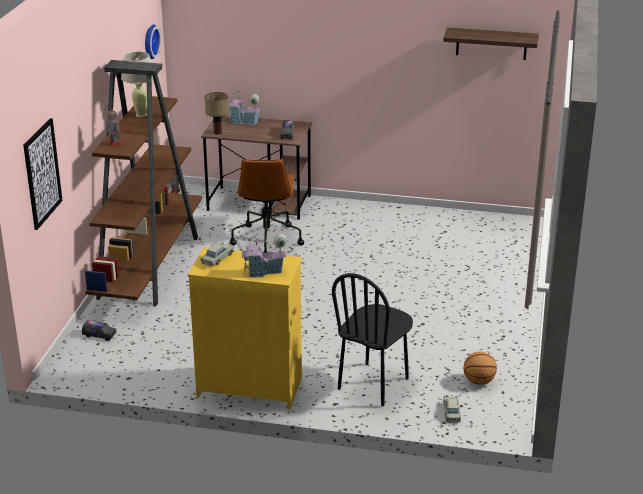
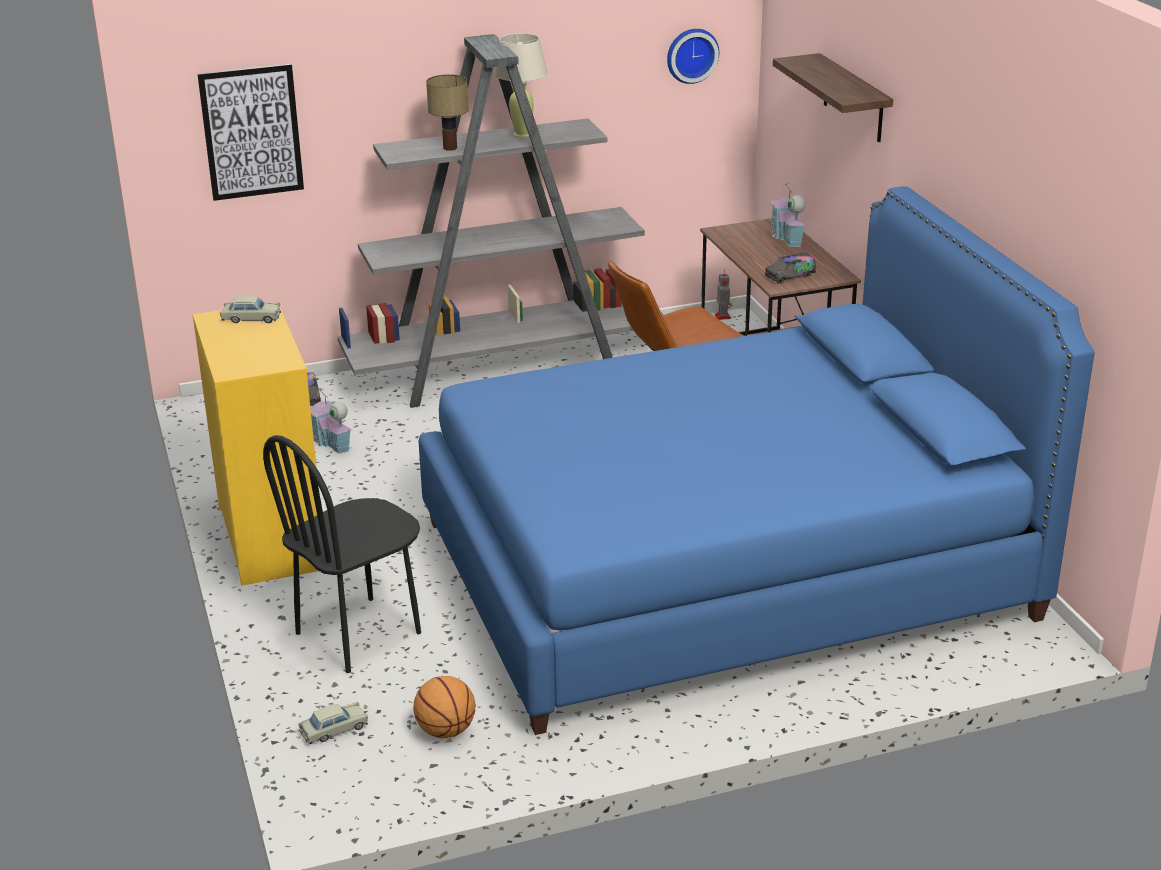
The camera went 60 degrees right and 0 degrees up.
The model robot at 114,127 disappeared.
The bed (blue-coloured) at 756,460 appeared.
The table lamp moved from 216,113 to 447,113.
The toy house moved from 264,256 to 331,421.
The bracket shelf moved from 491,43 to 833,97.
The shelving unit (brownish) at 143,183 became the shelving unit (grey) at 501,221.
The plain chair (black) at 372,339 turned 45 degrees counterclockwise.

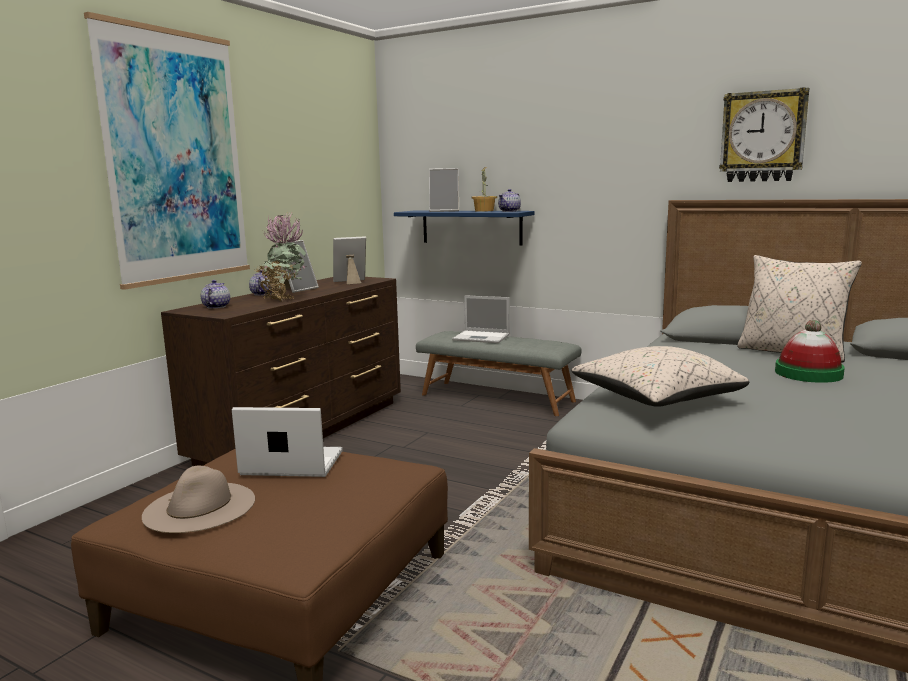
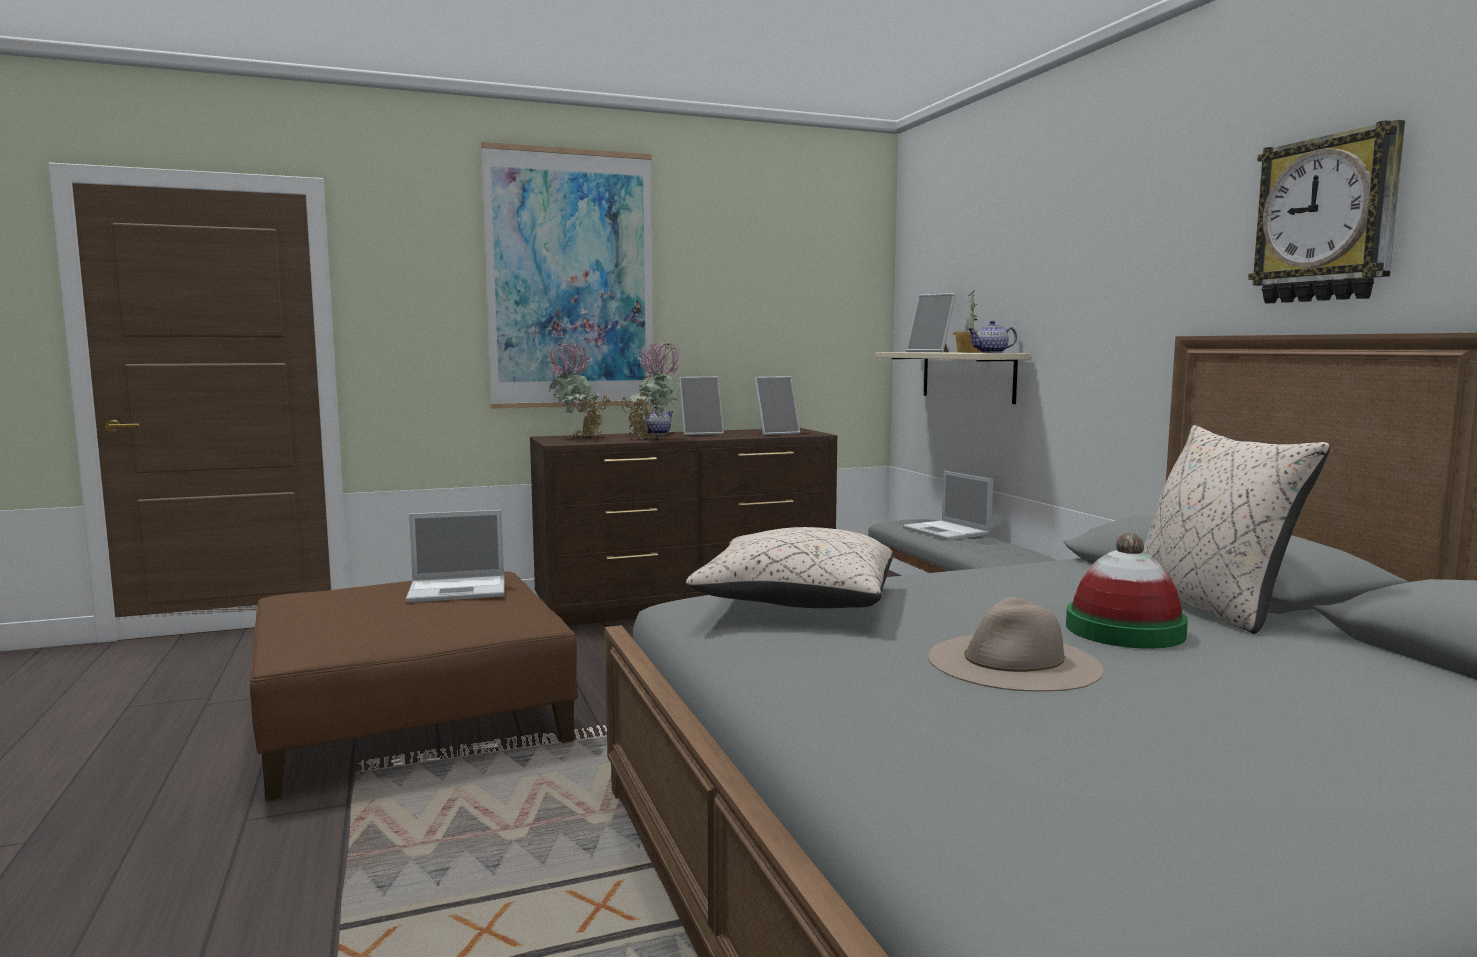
The camera went 40 degrees right and 5 degrees down.
The clothing hat (sand-coloured) moved from 198,499 to 1016,644.
The pot for tea at 215,294 was replaced by the houseplant at 579,388.
The bracket shelf (blue-coloured) at 464,228 became the bracket shelf (sand-coloured) at 952,378.
The laptop at 287,442 turned 120 degrees clockwise.
The picture frame at 349,260 turned 135 degrees clockwise.

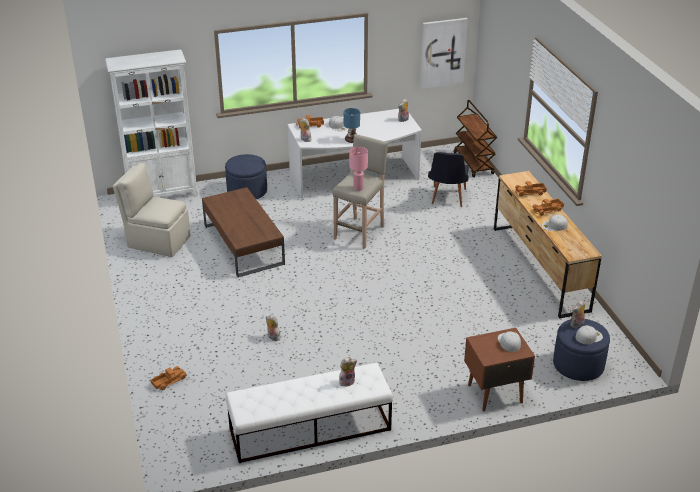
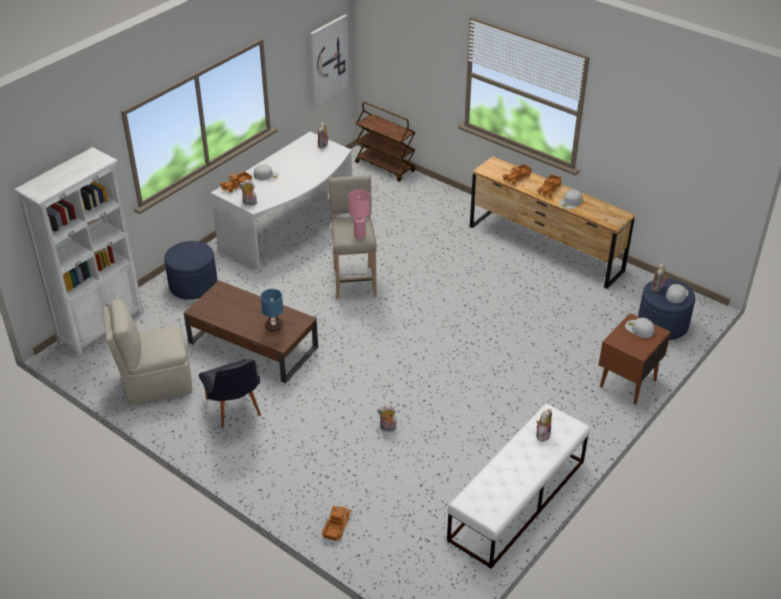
The camera went 35 degrees left and 5 degrees up.
The table lamp moved from 352,125 to 272,310.
The plain chair (black) moved from 448,179 to 230,393.

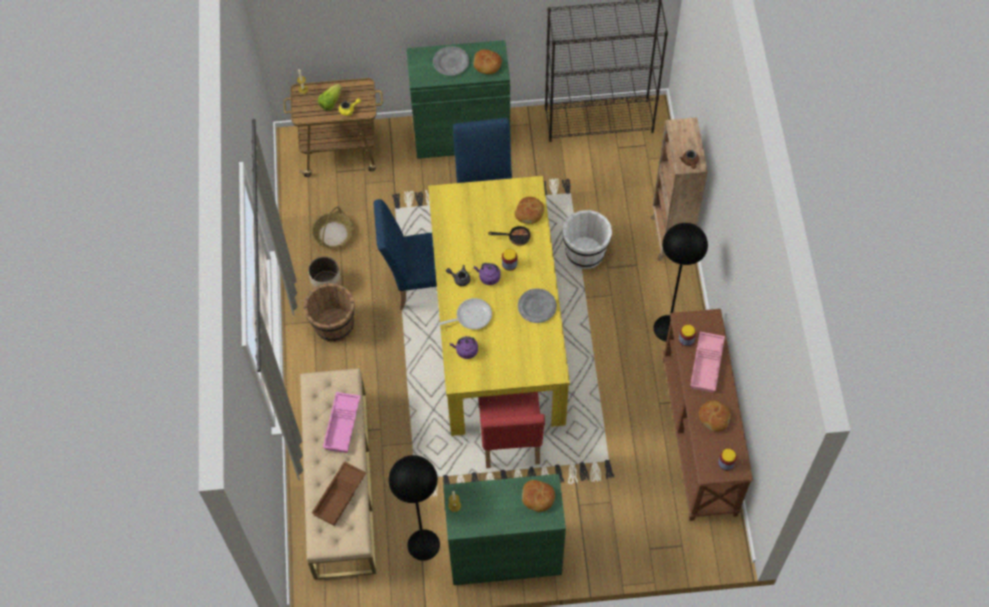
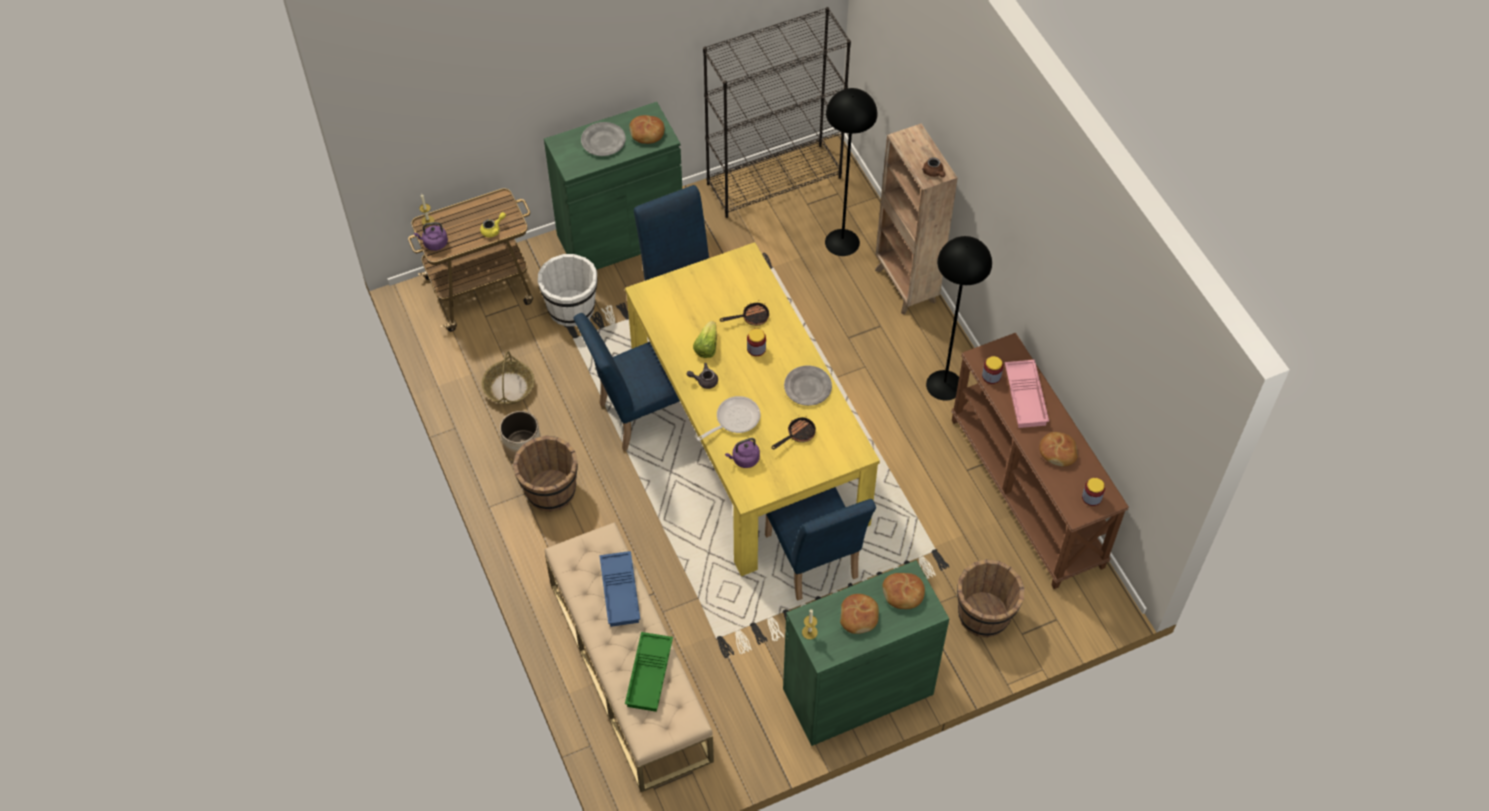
The camera went 20 degrees left and 5 degrees down.
The skillet at 794,432 appeared.
The pail (brownish) at 990,598 appeared.
The lettuce head moved from 330,97 to 705,339.
The floor lamp (black) moved from 414,508 to 851,172.
The tea kettle (purple-coloured) moved from 487,274 to 431,236.
The bakery bread moved from 529,210 to 859,614.
The pail (whitish) moved from 587,239 to 568,290.
The carrying tray (brownish) at 339,493 became the carrying tray (green-coloured) at 649,672.
The carrying tray (pink) at 341,422 became the carrying tray (blue-coloured) at 619,589.
The plain chair (red-coloured) at 512,430 became the plain chair (blue-coloured) at 820,544.

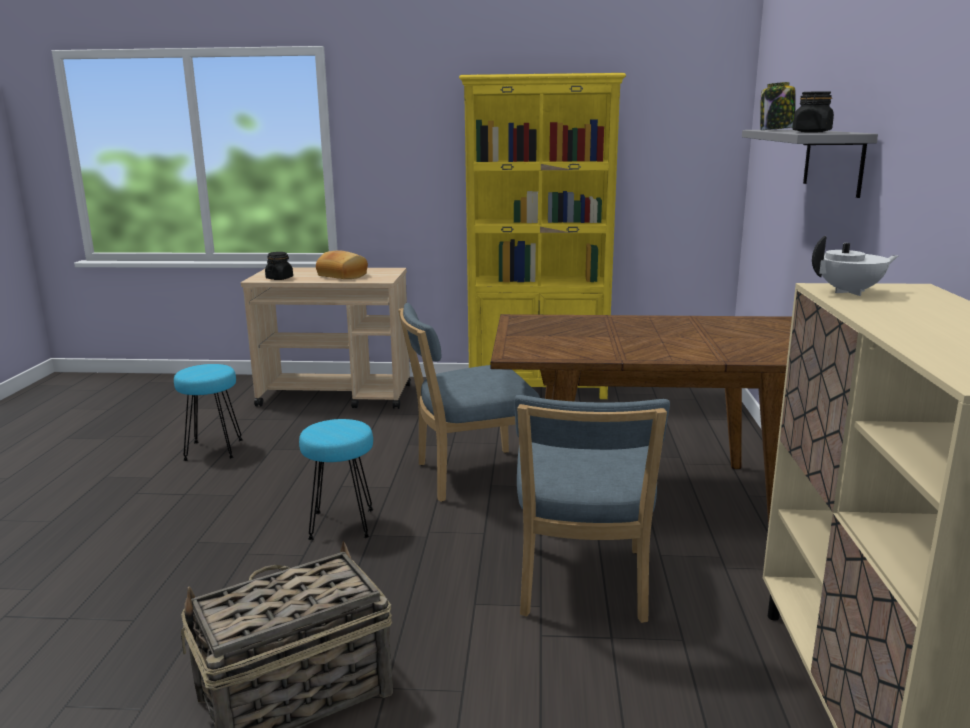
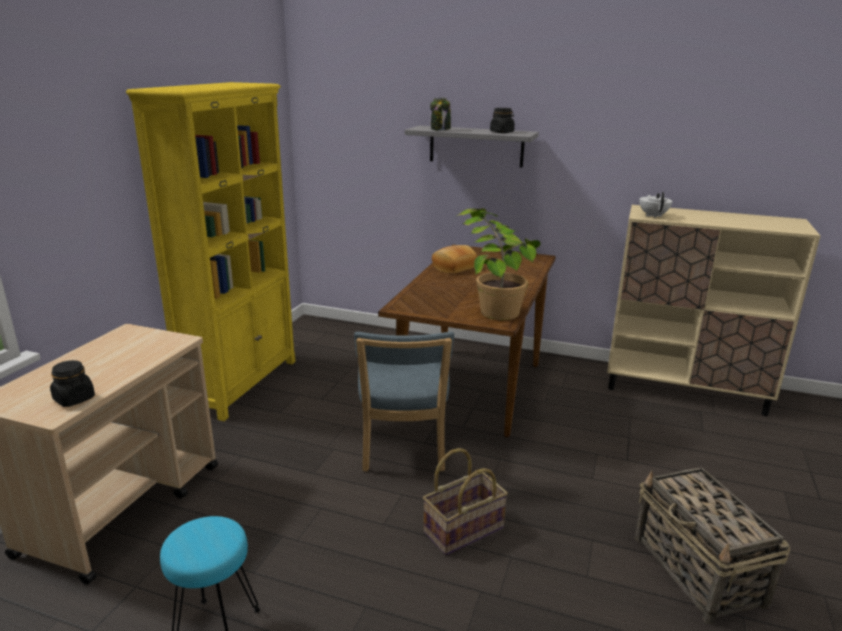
The camera went 75 degrees left and 5 degrees up.
The plain chair (blue-coloured) at 592,509 disappeared.
The houseplant at 499,264 appeared.
The bakery bread moved from 342,264 to 454,259.
The stool seat (turquoise-coloured) at 336,479 was replaced by the storage basket at 465,501.

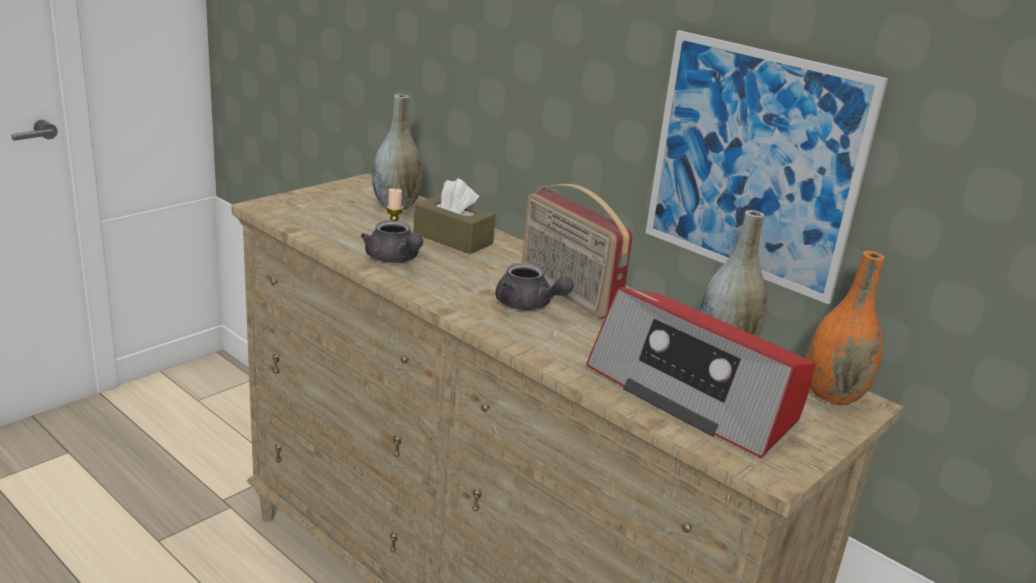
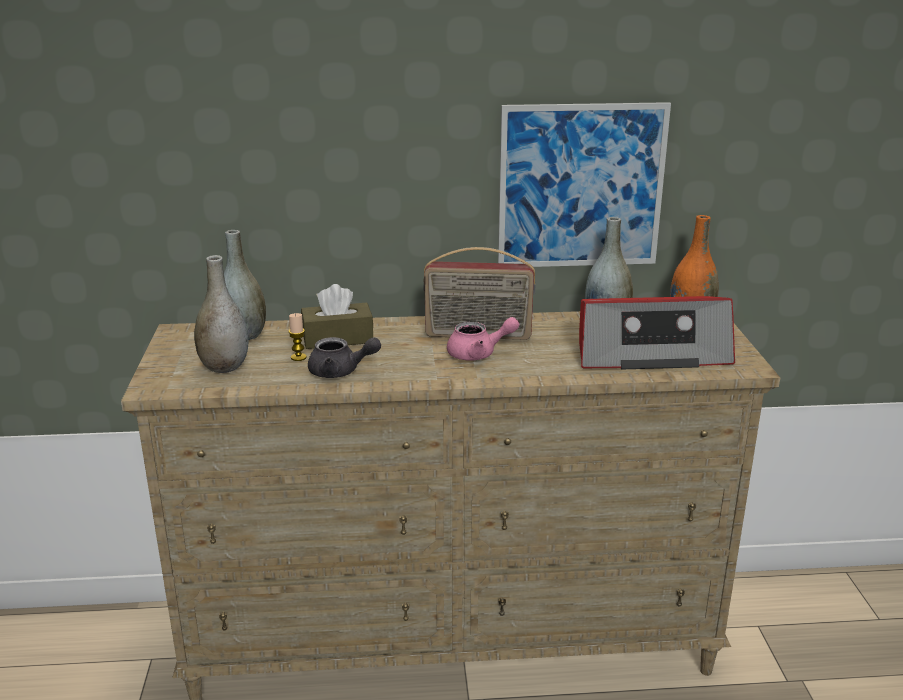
The camera went 45 degrees left and 0 degrees up.
The vase (grey) at 221,314 appeared.
The pot for tea (grey) at 534,286 became the pot for tea (pink) at 483,339.

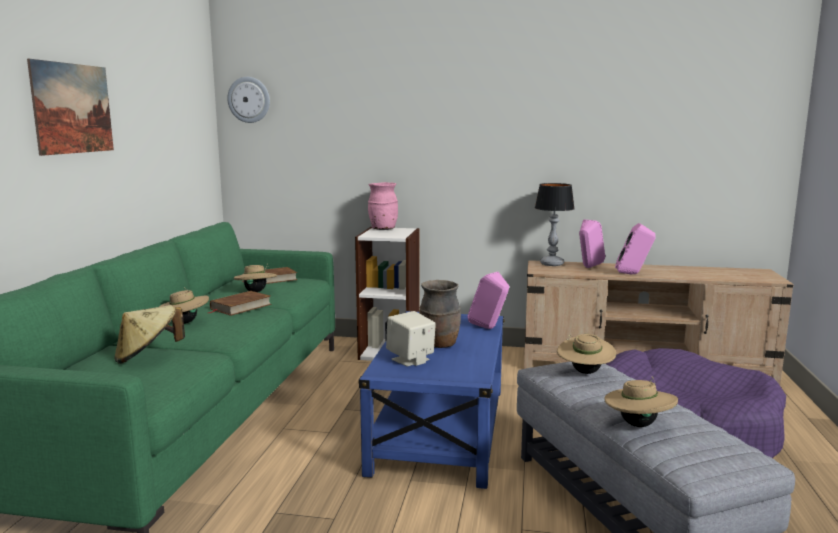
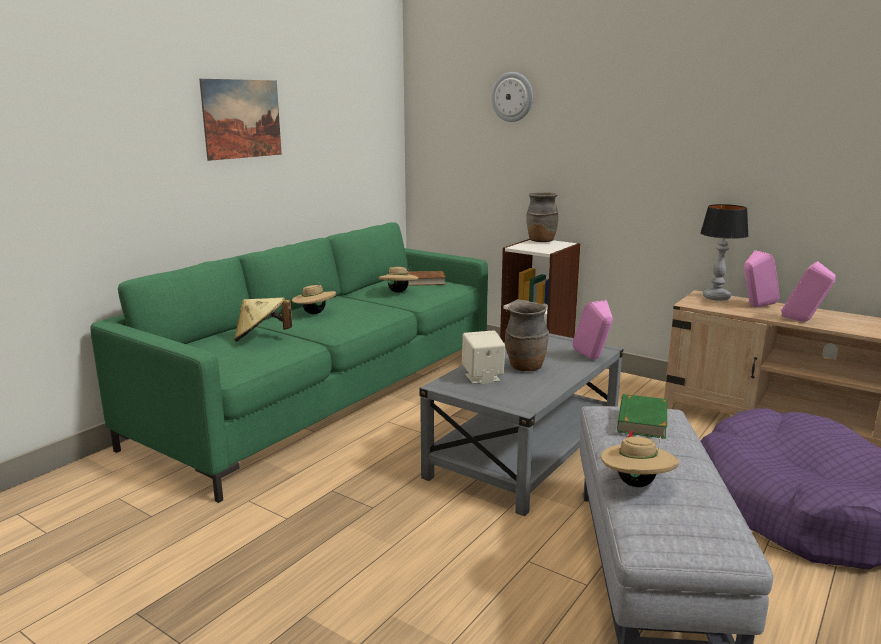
The camera went 25 degrees right and 5 degrees up.
The volume (brownish) at 240,303 disappeared.
The wall clock moved from 248,100 to 512,97.
The clothing hat (sand-coloured) at 586,354 was replaced by the volume (green-coloured) at 642,416.
The coffee table (blue-coloured) at 431,400 became the coffee table (grey) at 521,424.
The vase (pink) at 383,206 became the vase (brownish) at 542,217.

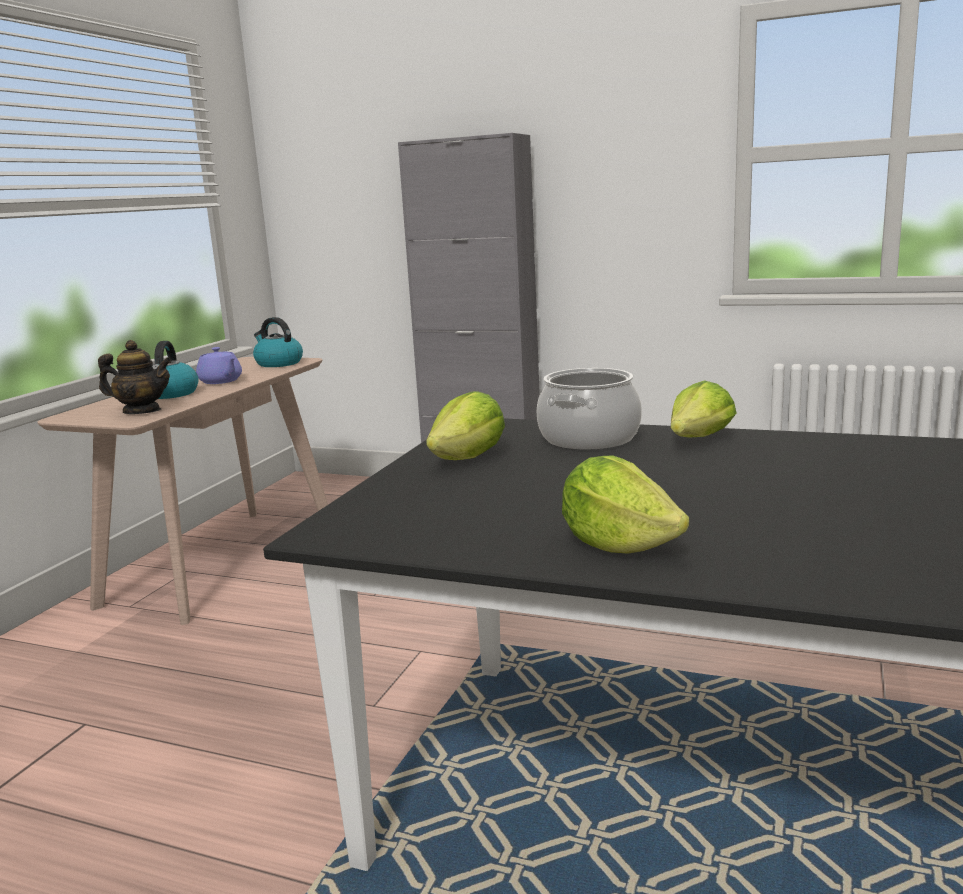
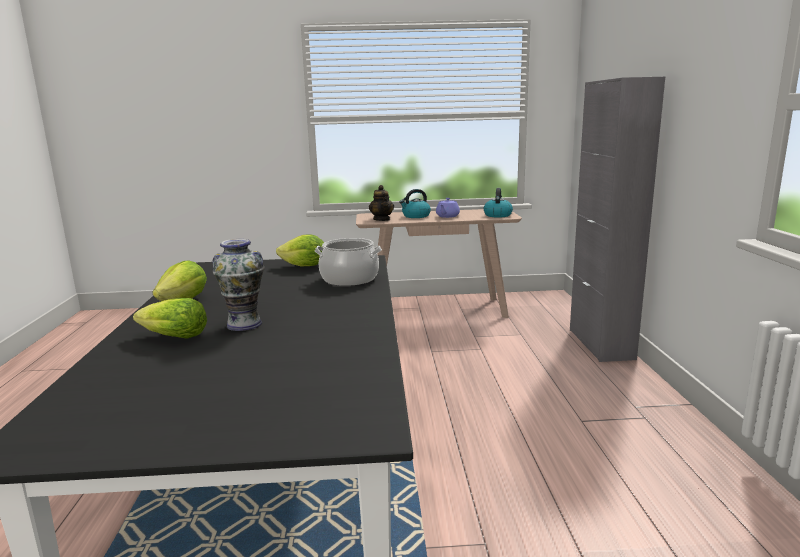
The camera went 65 degrees right and 0 degrees up.
The vase at 239,285 appeared.
The lettuce head moved from 703,408 to 170,318.

